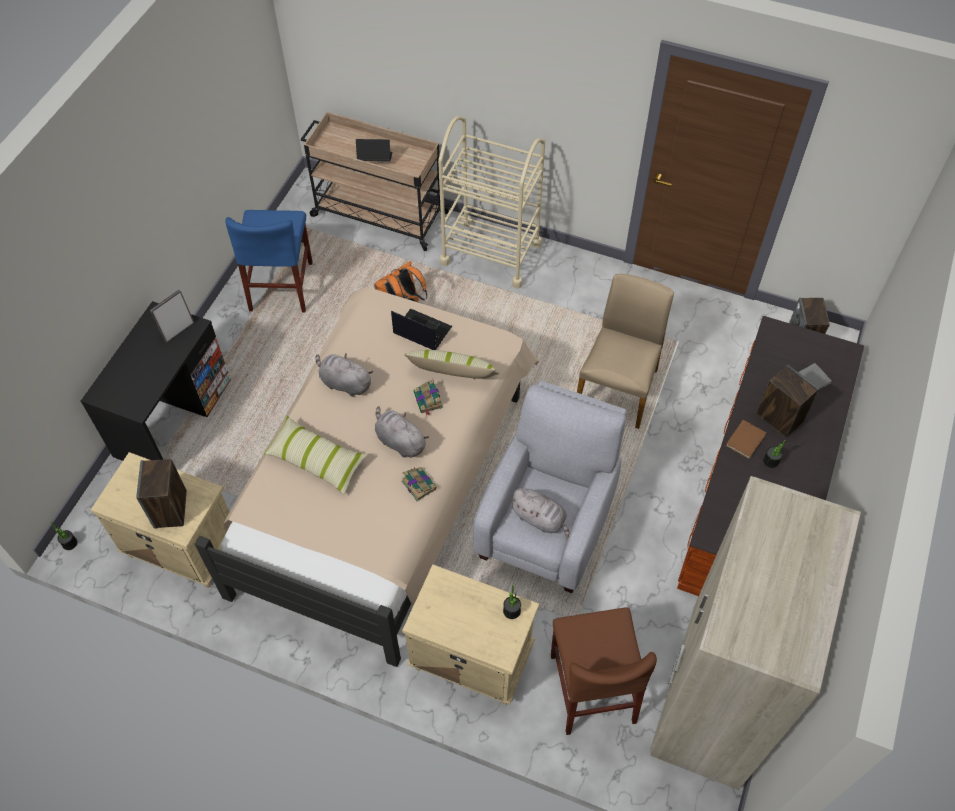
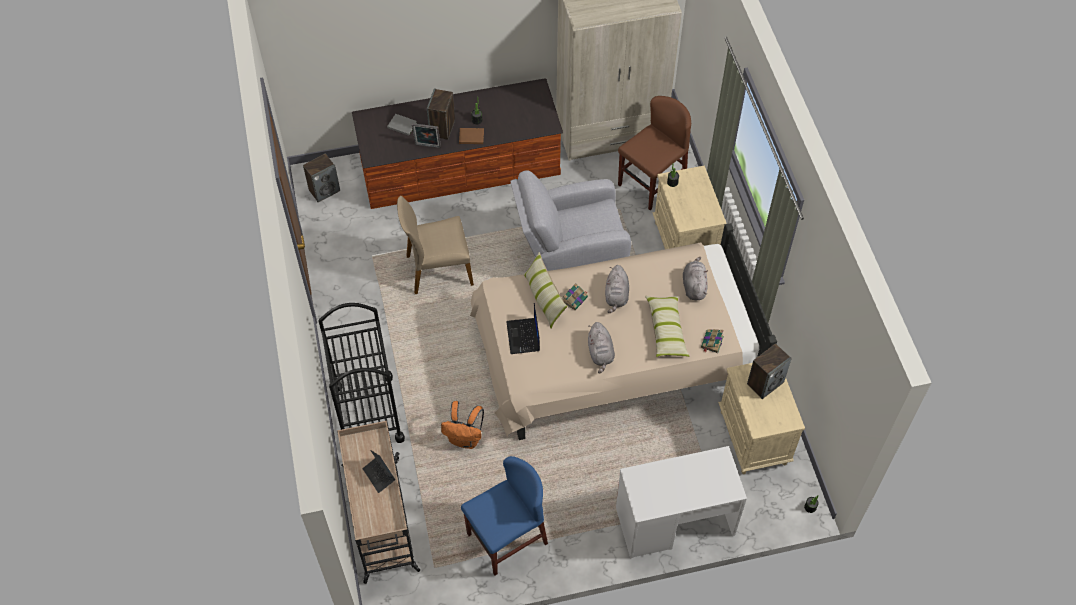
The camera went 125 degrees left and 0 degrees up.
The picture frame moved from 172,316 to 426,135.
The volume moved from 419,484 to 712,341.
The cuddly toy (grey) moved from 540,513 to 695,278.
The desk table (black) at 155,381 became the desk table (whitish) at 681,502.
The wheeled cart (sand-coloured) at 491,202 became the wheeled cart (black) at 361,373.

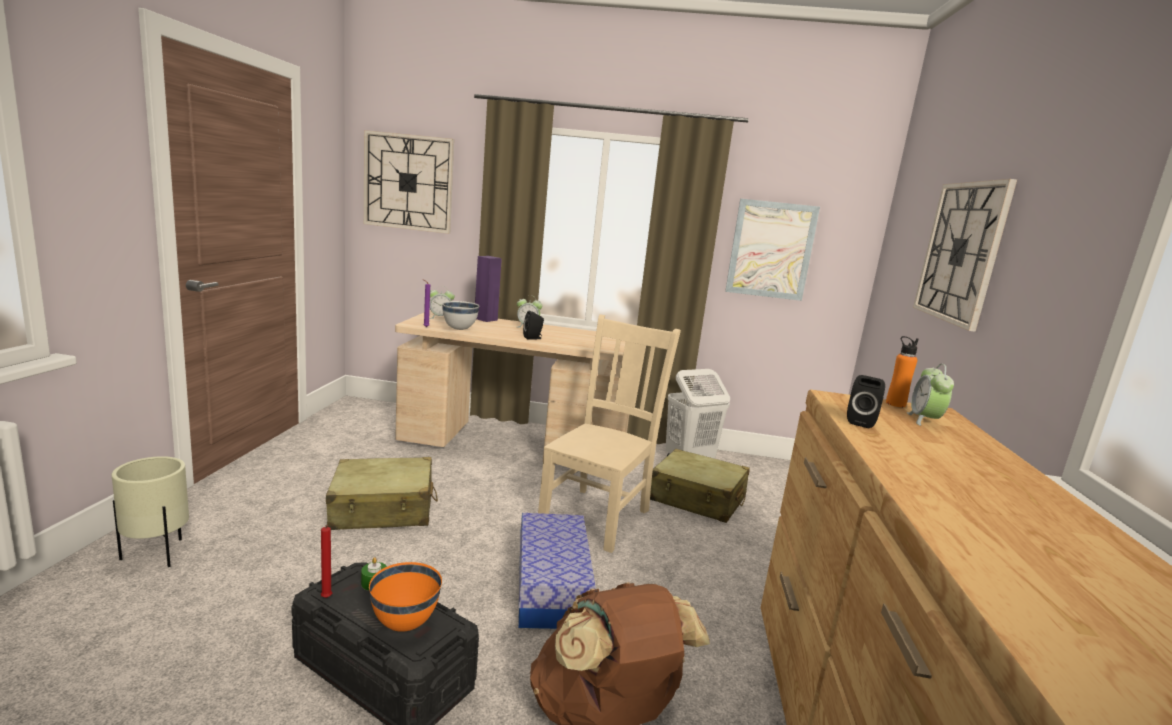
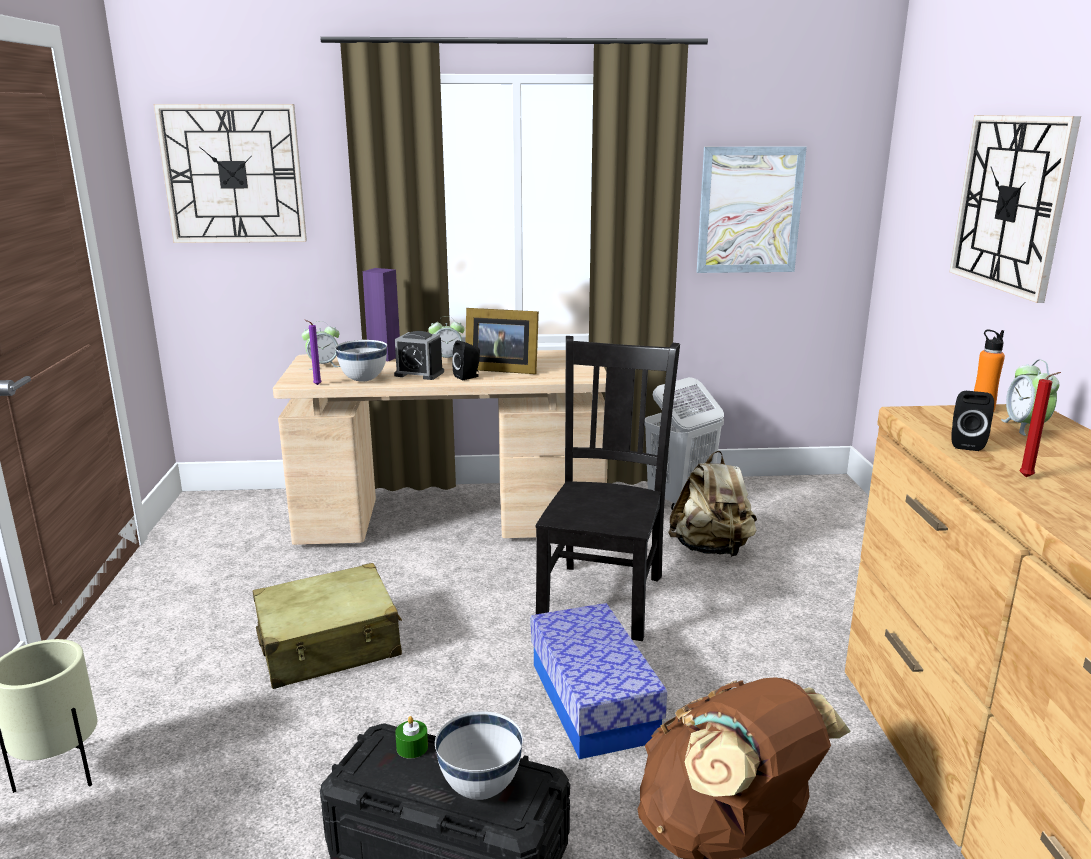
The camera went 10 degrees left and 5 degrees up.
The bedside clock at 419,355 appeared.
The picture frame at 502,341 appeared.
The wax candle (red-coloured) moved from 326,561 to 1040,424.
The travel case (sand-coloured) at 700,486 was replaced by the backpack (sand-coloured) at 712,504.
The bowl (orange-coloured) at 405,597 became the bowl (whitish) at 479,755.
The plain chair (sand-coloured) at 609,433 became the plain chair (black) at 608,488.

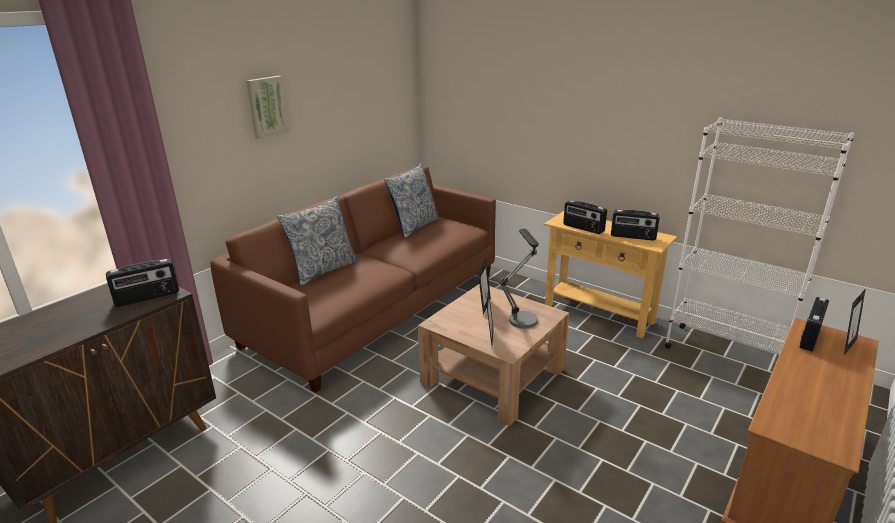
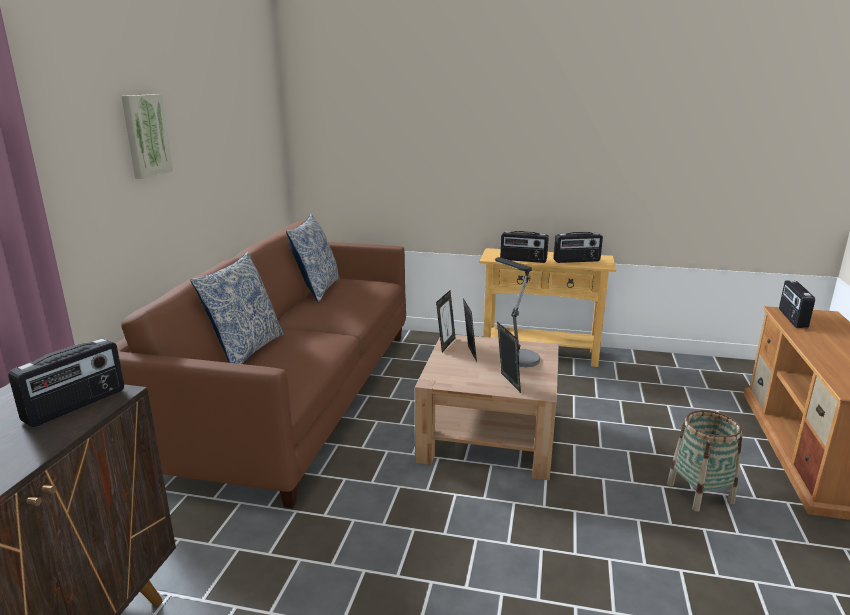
The camera went 25 degrees left and 5 degrees down.
The shelving unit (whitish) at 759,235 disappeared.
The storage basket at 704,461 appeared.
The picture frame moved from 855,322 to 445,321.

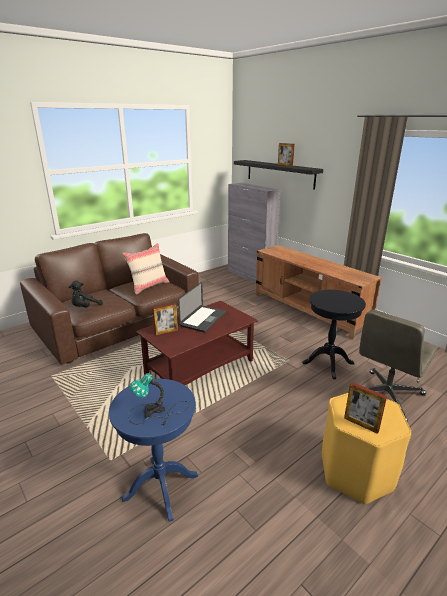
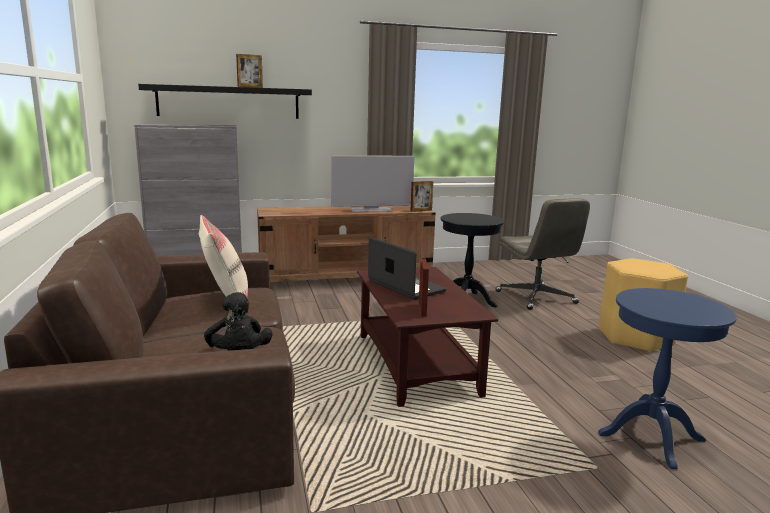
The camera went 65 degrees left and 10 degrees down.
The table lamp at 158,399 disappeared.
The TV at 372,183 appeared.
The picture frame moved from 365,408 to 421,196.

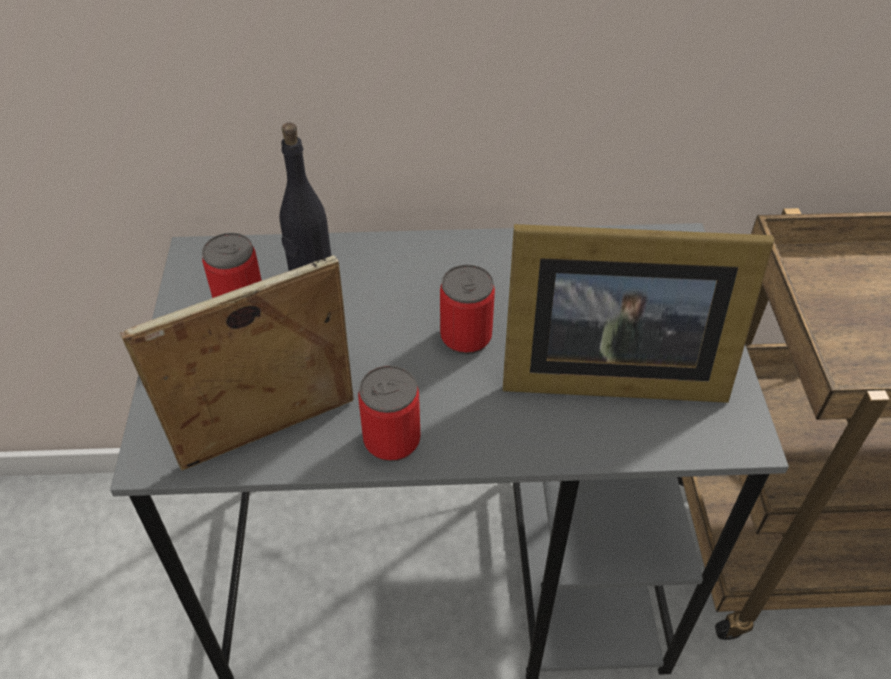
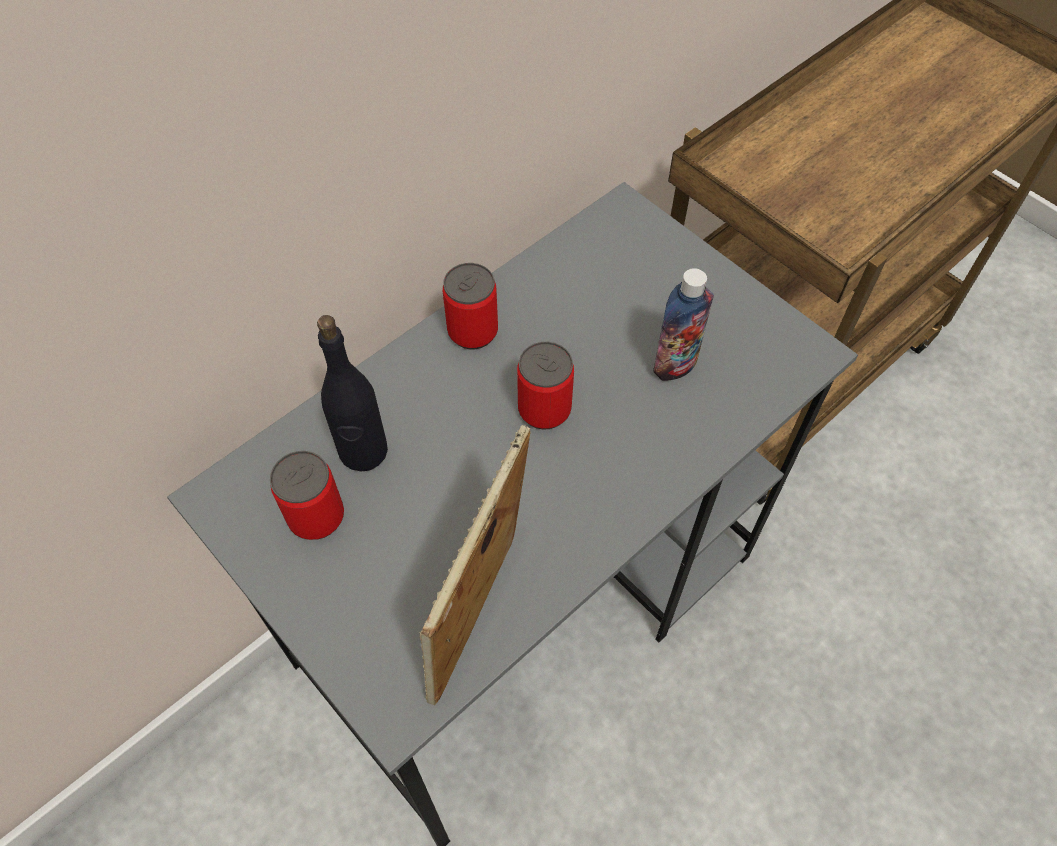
The camera went 40 degrees left and 10 degrees up.
The can moved from 389,413 to 470,306.
The picture frame at 638,313 was replaced by the beverage bottle at 683,324.

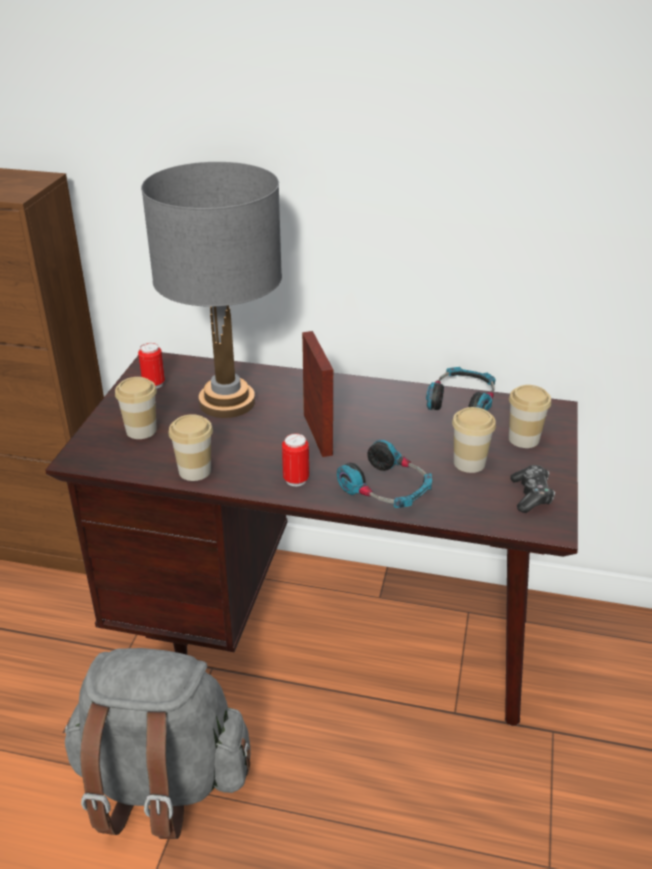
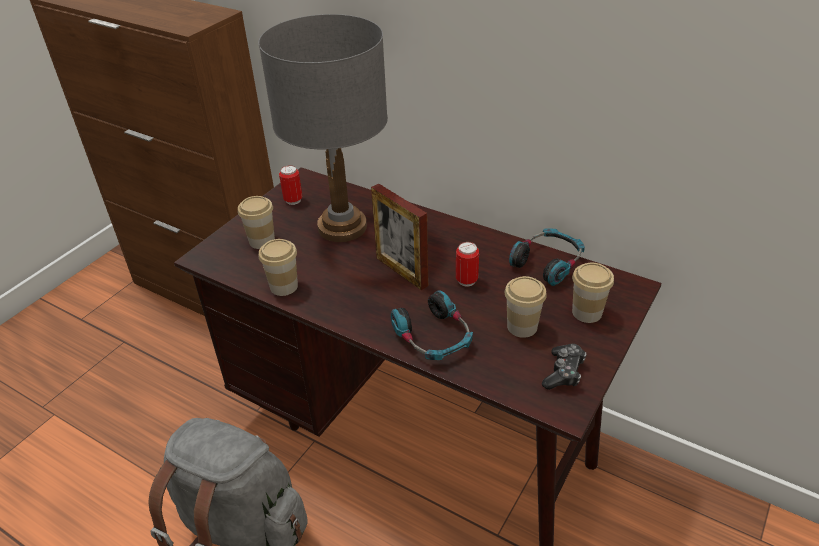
The camera went 20 degrees right and 5 degrees up.
The can moved from 295,460 to 467,264.
The picture frame at 317,394 turned 135 degrees clockwise.

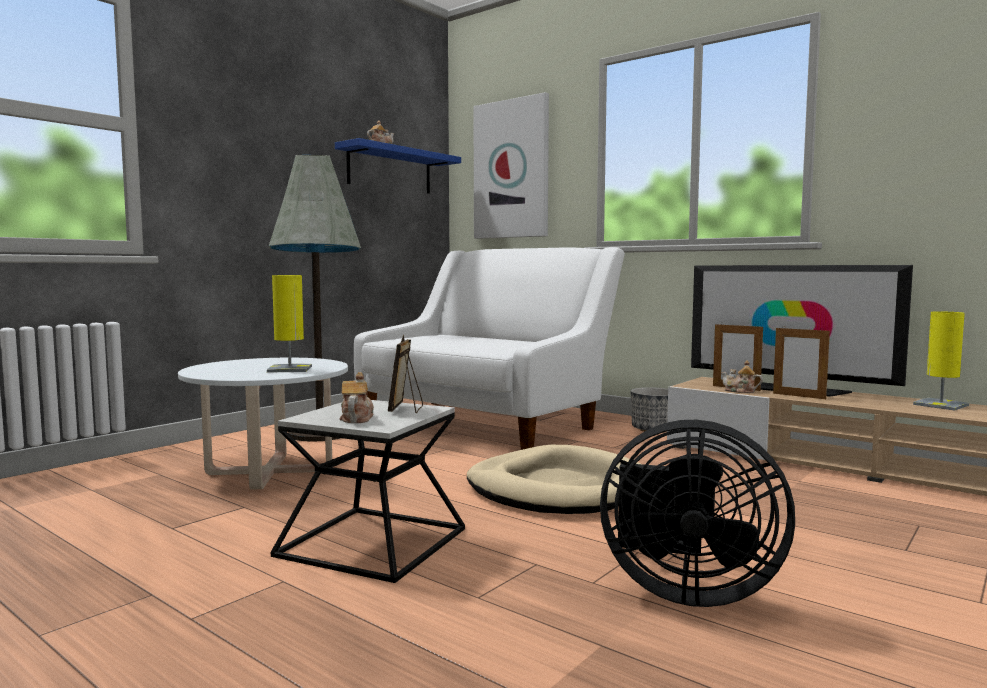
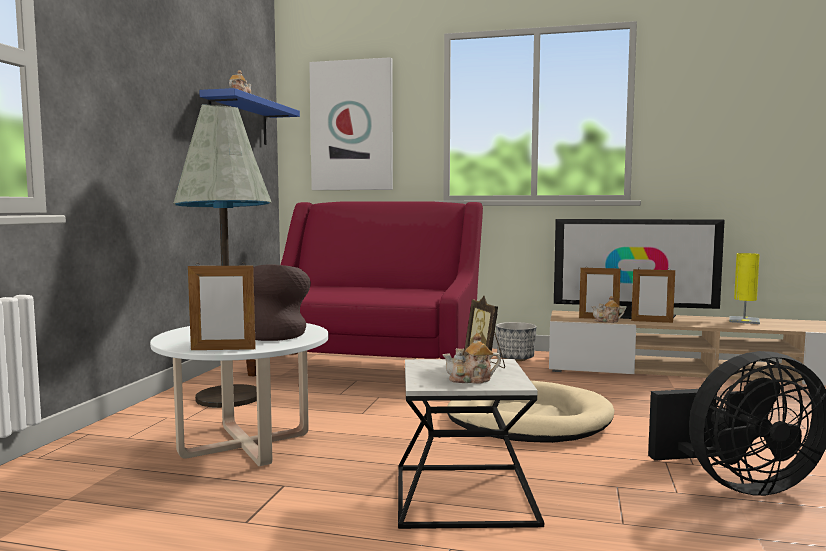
The camera went 25 degrees left and 0 degrees up.
The picture frame at 222,306 appeared.
The table lamp (yellow) at 289,324 was replaced by the vase (brownish) at 282,302.
The sofa (whitish) at 489,348 became the sofa (red-coloured) at 364,288.
The pot for tea at 357,397 turned 75 degrees counterclockwise.

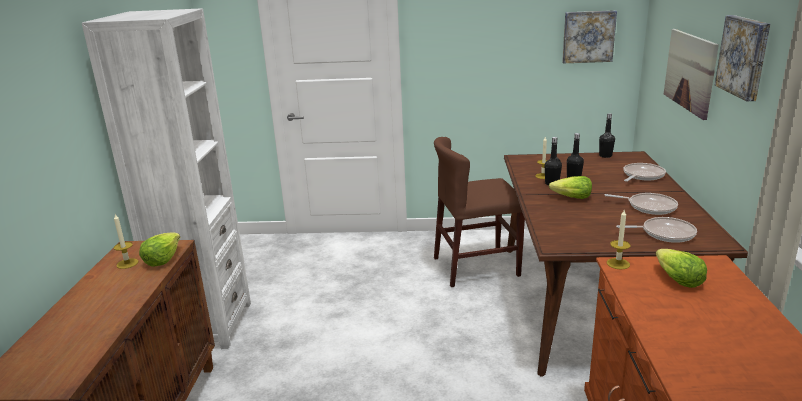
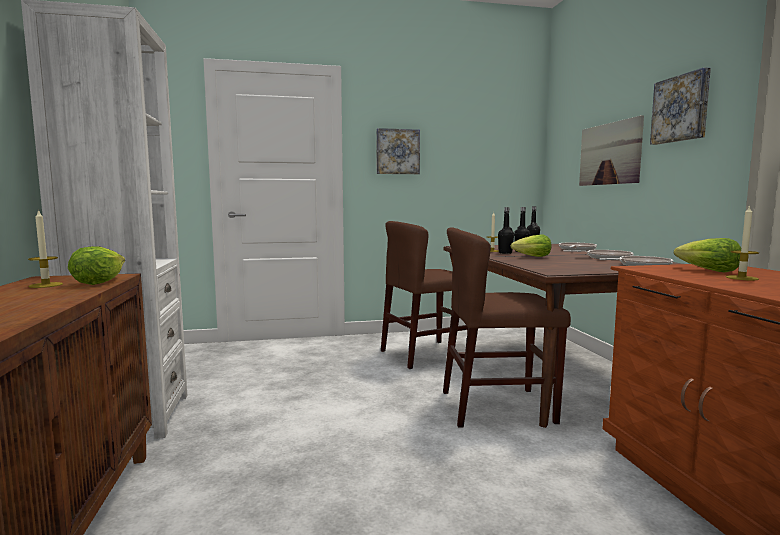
The camera went 15 degrees left and 15 degrees down.
The plain chair (brownish) at 507,327 appeared.
The wall picture moved from 589,36 to 398,151.
The wax candle moved from 618,240 to 742,243.

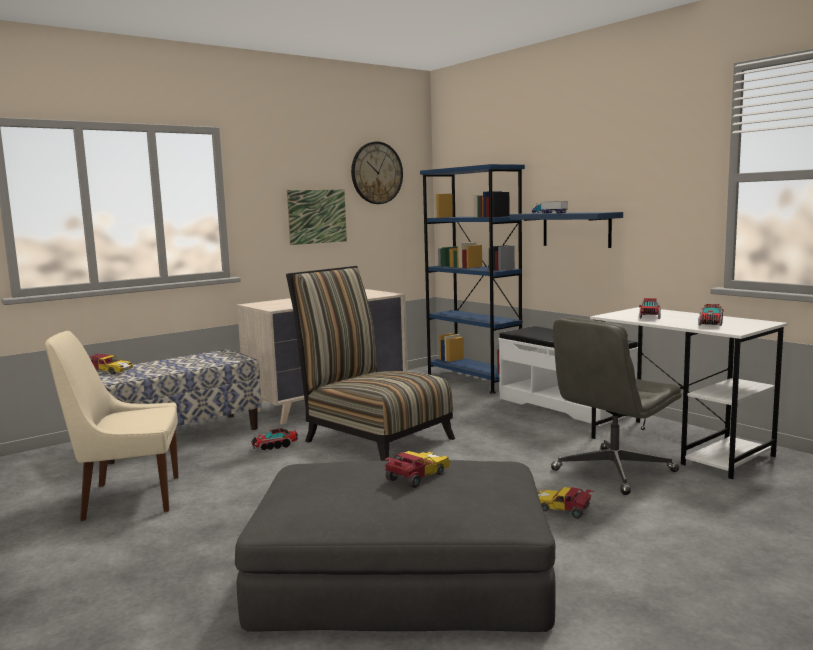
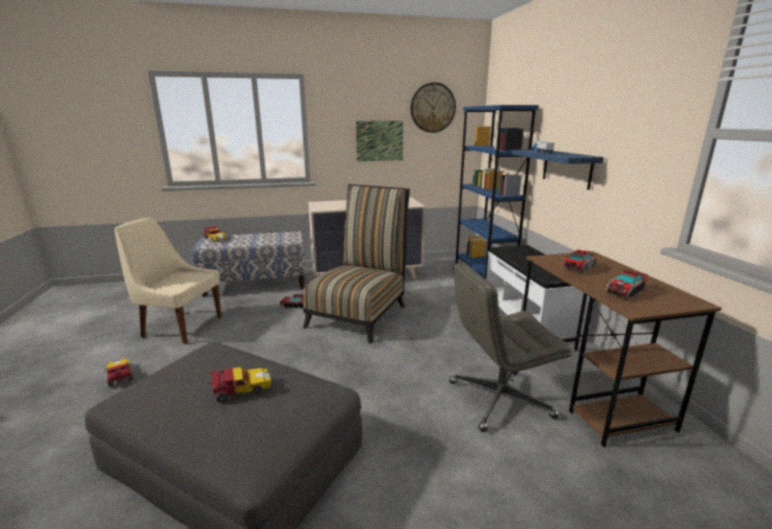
The camera went 25 degrees right and 10 degrees up.
The miniature car moved from 566,503 to 118,372.
The desk table (whitish) at 689,393 became the desk table (brownish) at 622,349.
The plain chair at 370,363 turned 45 degrees clockwise.

